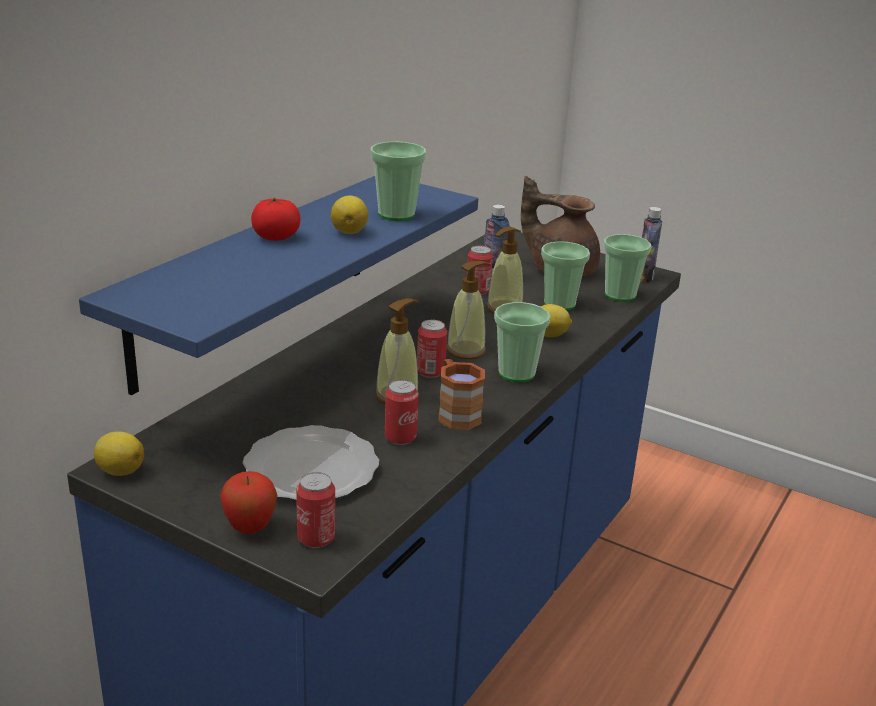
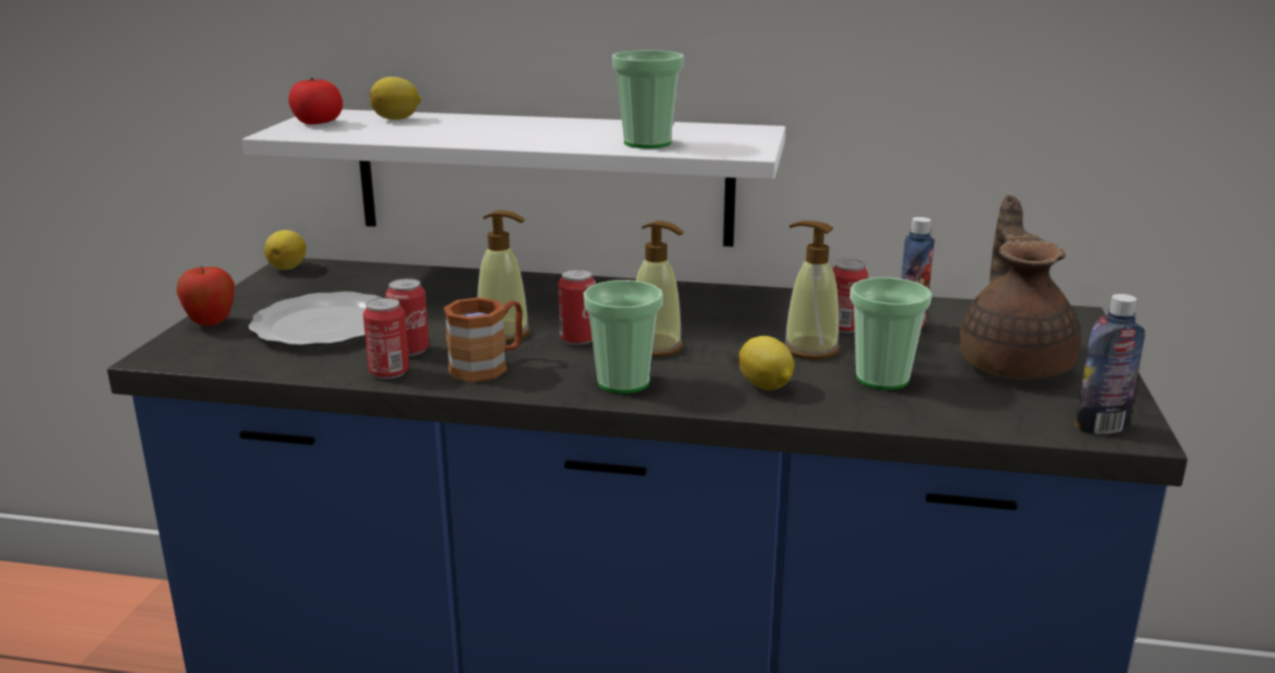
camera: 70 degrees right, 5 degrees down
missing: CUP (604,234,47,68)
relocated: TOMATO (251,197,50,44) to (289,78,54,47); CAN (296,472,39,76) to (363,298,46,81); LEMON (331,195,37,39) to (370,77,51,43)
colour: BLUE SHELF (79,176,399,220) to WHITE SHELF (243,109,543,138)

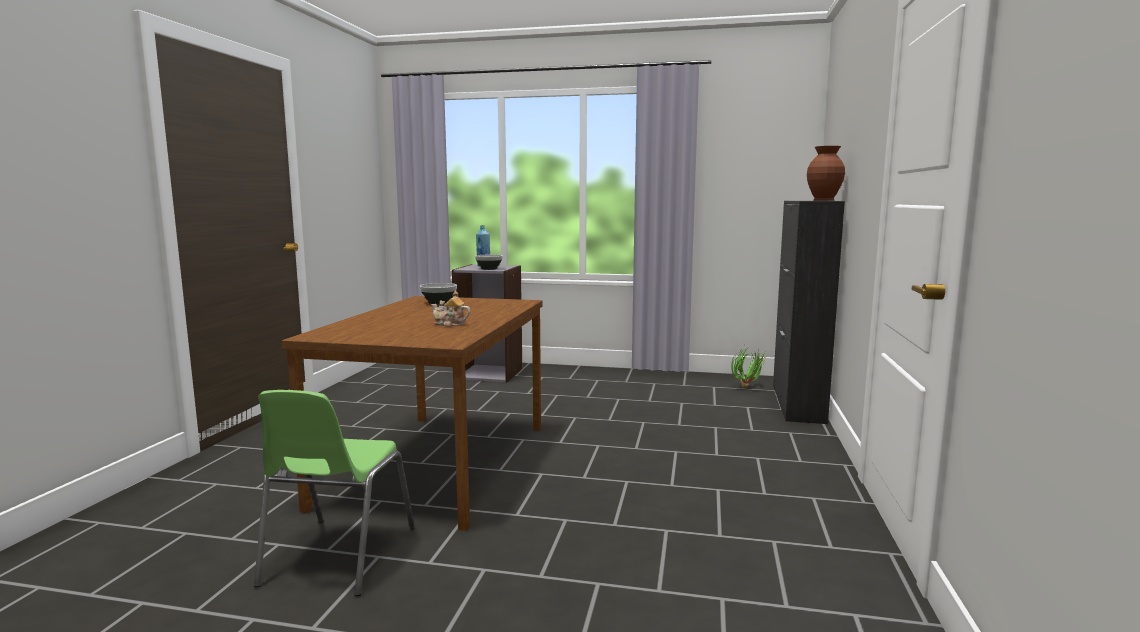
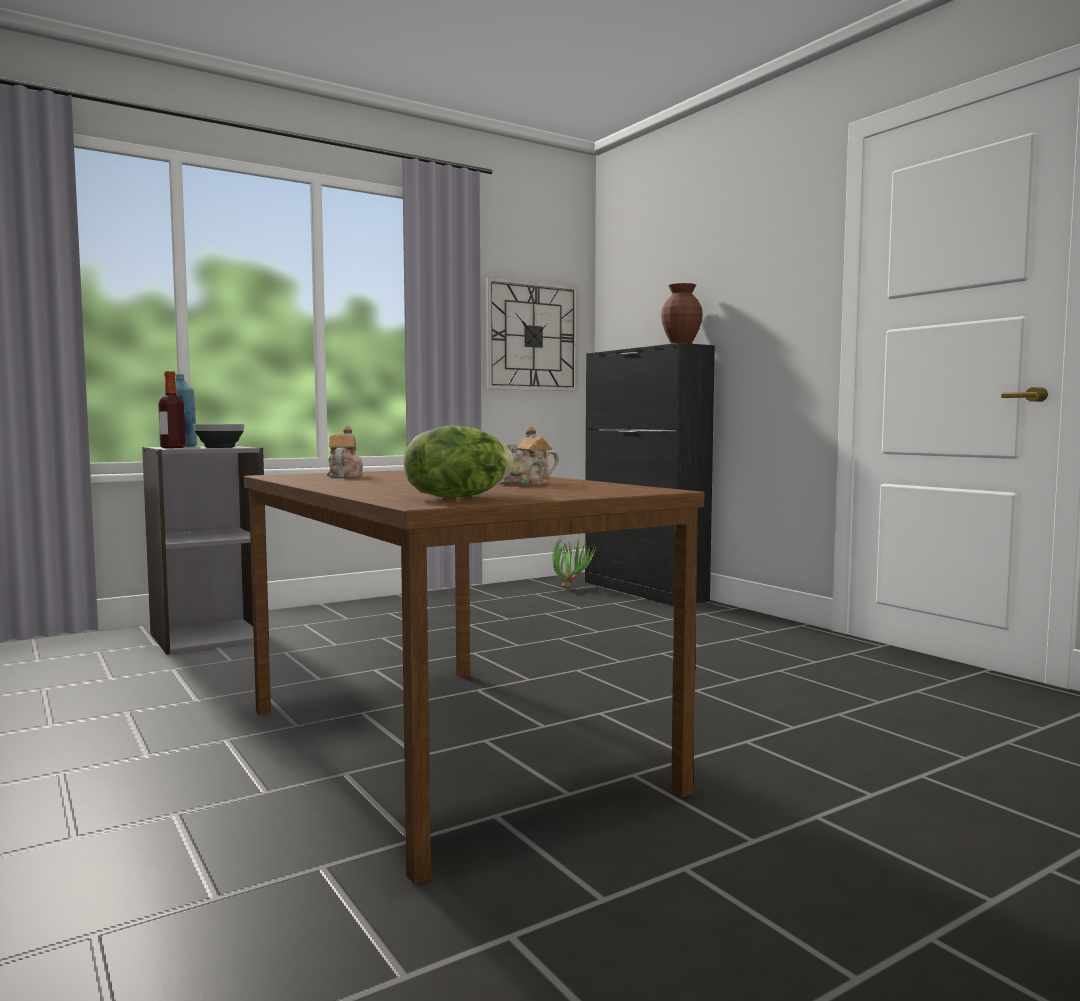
camera: 45 degrees left, 5 degrees down
missing: GREEN CHAIR (254,390,161,206)
appeared: BOTTLE (158,371,27,77); LETTUCE (404,425,111,73); WALL CLOCK (486,277,93,114)
exchanged: BOWL (420,283,37,21) to TEAPOT (327,426,36,51)

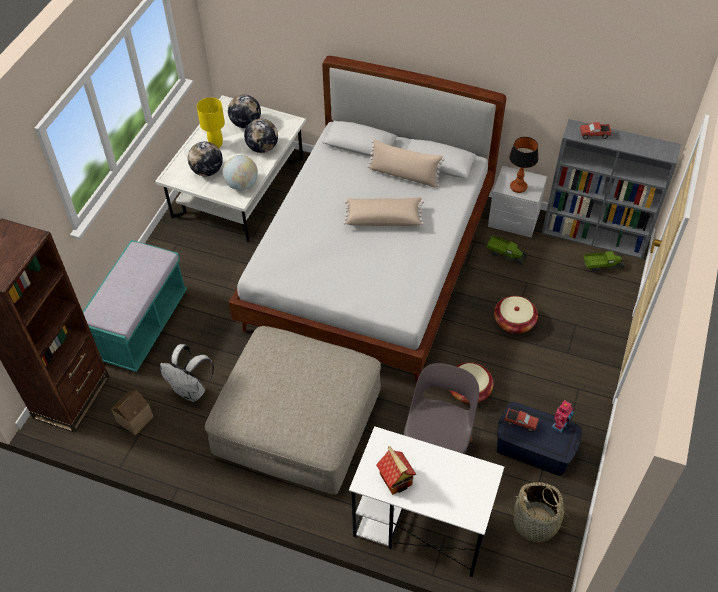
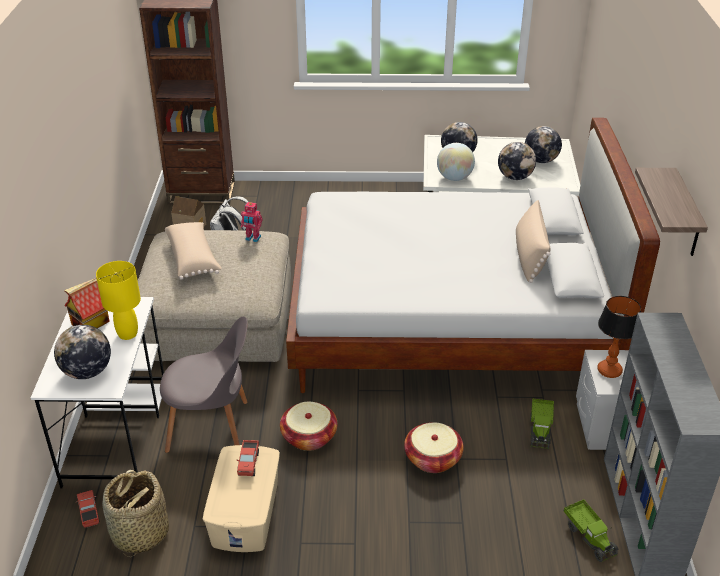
camera: 70 degrees right, 15 degrees down
missing: TURQUOISE BENCH (83,240,104,132)
appeared: GLOBE (54,325,57,54); SHELF (635,168,73,88)
relocated: TOY TRUCK (580,122,32,17) to (76,490,24,38); YELLOW TABLE LAMP (197,97,28,51) to (96,261,45,79); BEIGE PILLOW (343,198,81,28) to (165,222,57,58); TOY ROBOT (552,400,22,32) to (241,202,22,40)
colour: BLUE STORAGE BOX (497,402,85,74) to BEIGE STORAGE BOX (203,445,77,107)

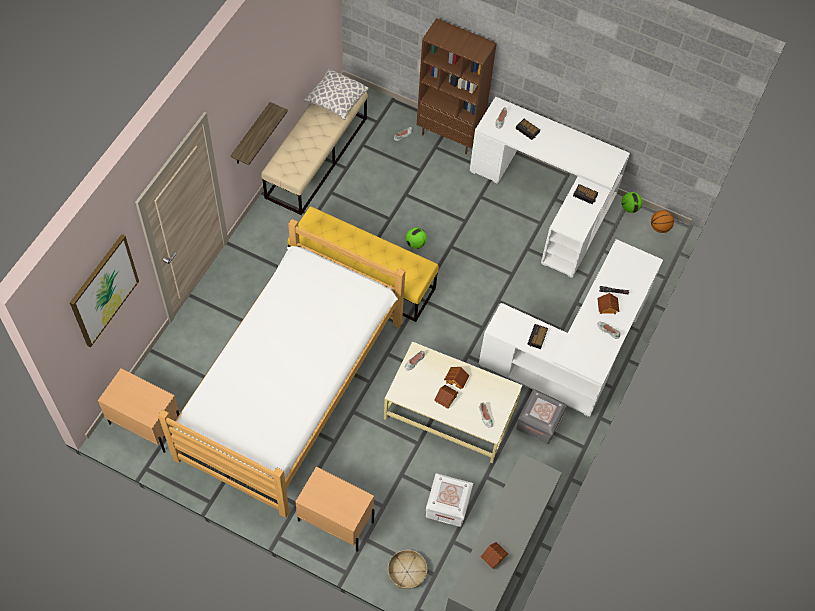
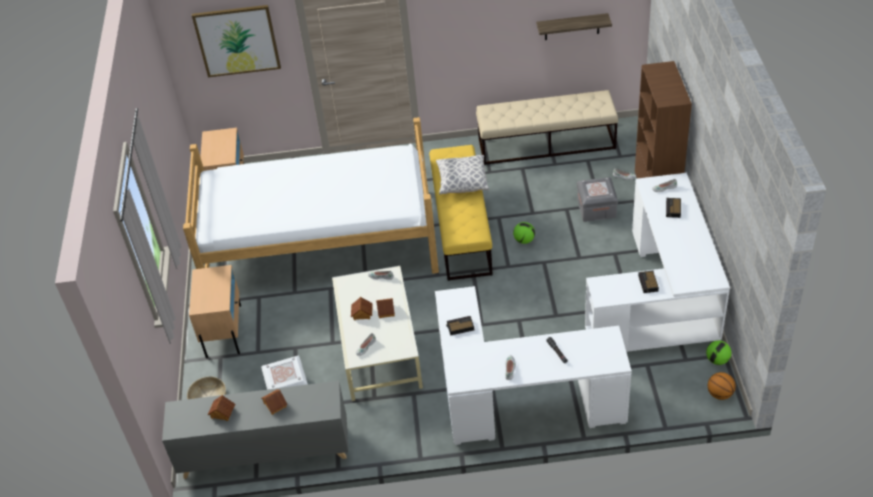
camera: 65 degrees right, 15 degrees down
relocated: TOY HOUSE (597,293,22,21) to (261,390,27,25); PILLOW (304,69,65,51) to (436,155,53,39); SHELF (231,102,57,63) to (536,13,76,27); GREY STORAGE BOX (516,389,51,55) to (577,177,41,45)

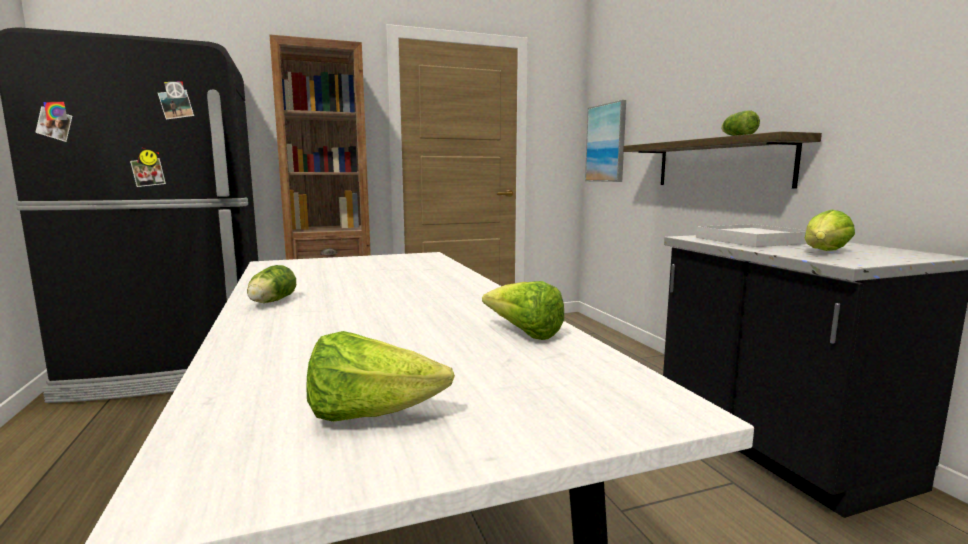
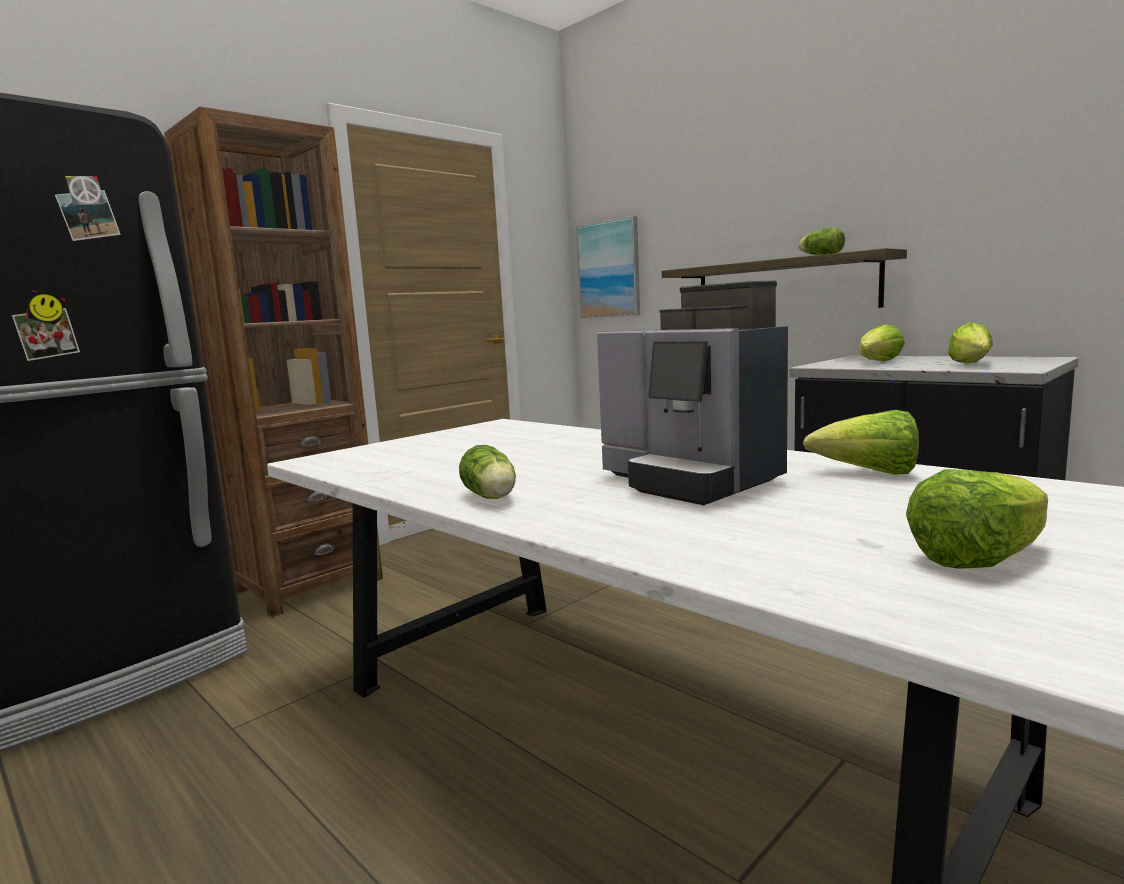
camera: 25 degrees left, 0 degrees up
appeared: COFFEE MACHINE (597,281,191,224)
exchanged: WHITE TRAY (696,224,111,23) to LETTUCE (859,324,46,37)

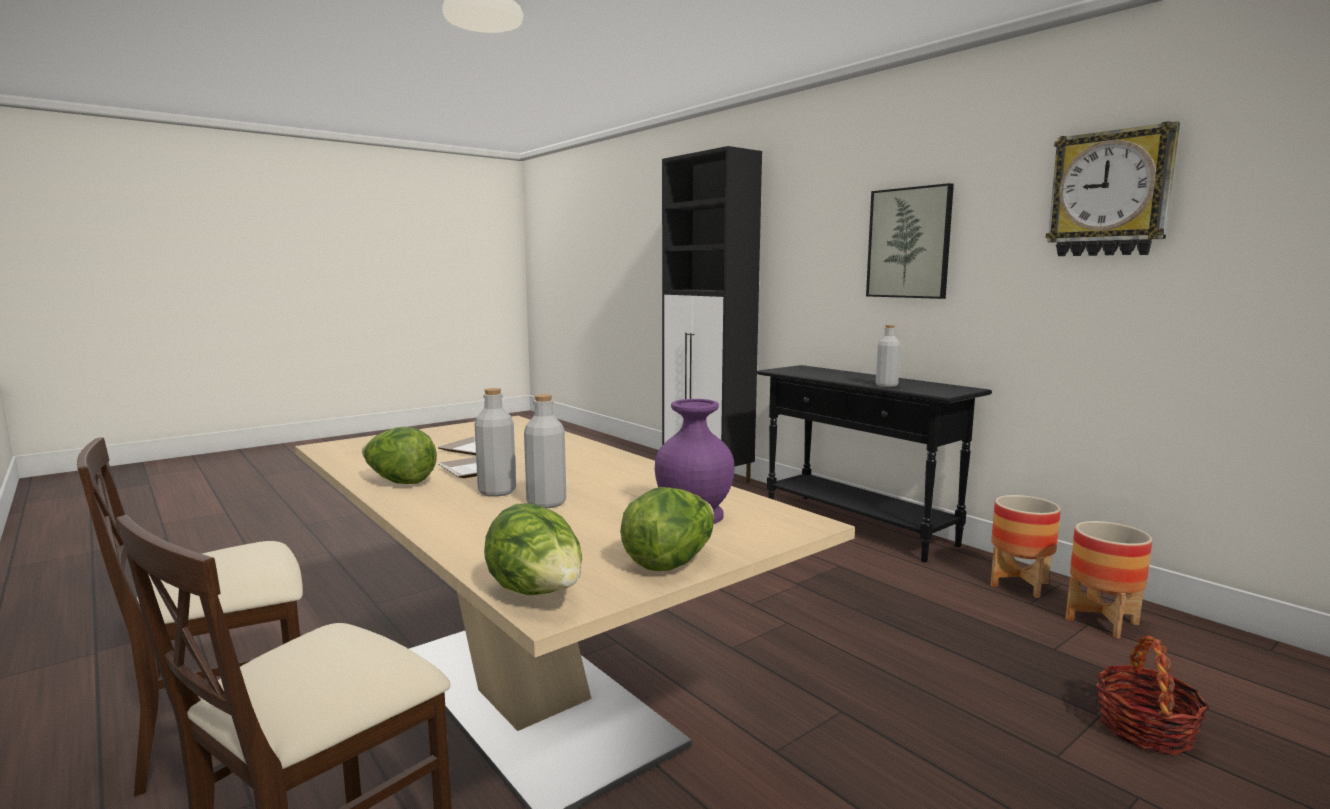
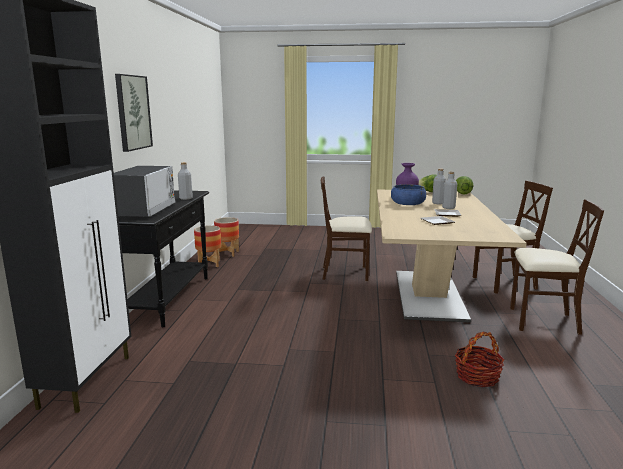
camera: 135 degrees left, 5 degrees up
missing: LETTUCE (362,427,75,57); WALL CLOCK (1046,121,134,135)
appeared: MICROWAVE (114,166,61,51); BEIGE CHAIR (321,177,51,104); BLUE BOWL (391,184,35,21)
relocated: BASKET (1096,635,114,120) to (455,332,50,55)

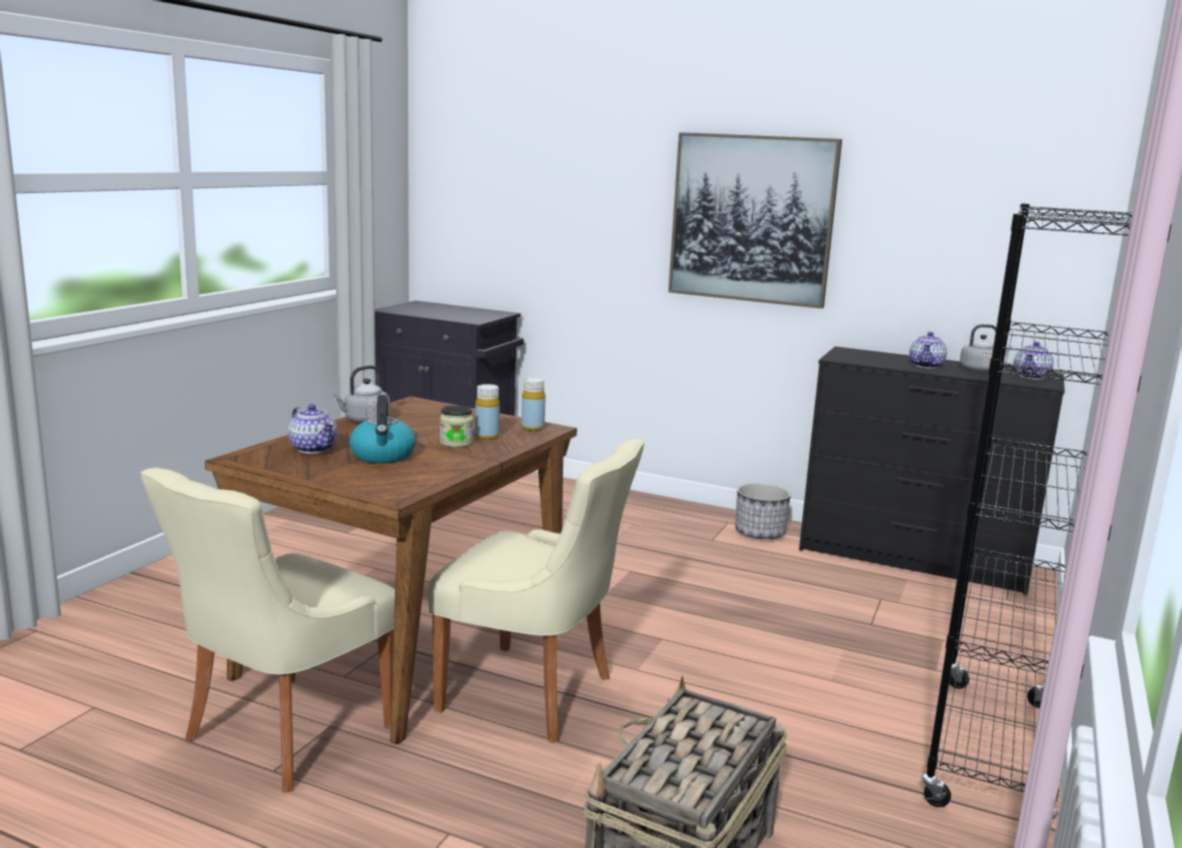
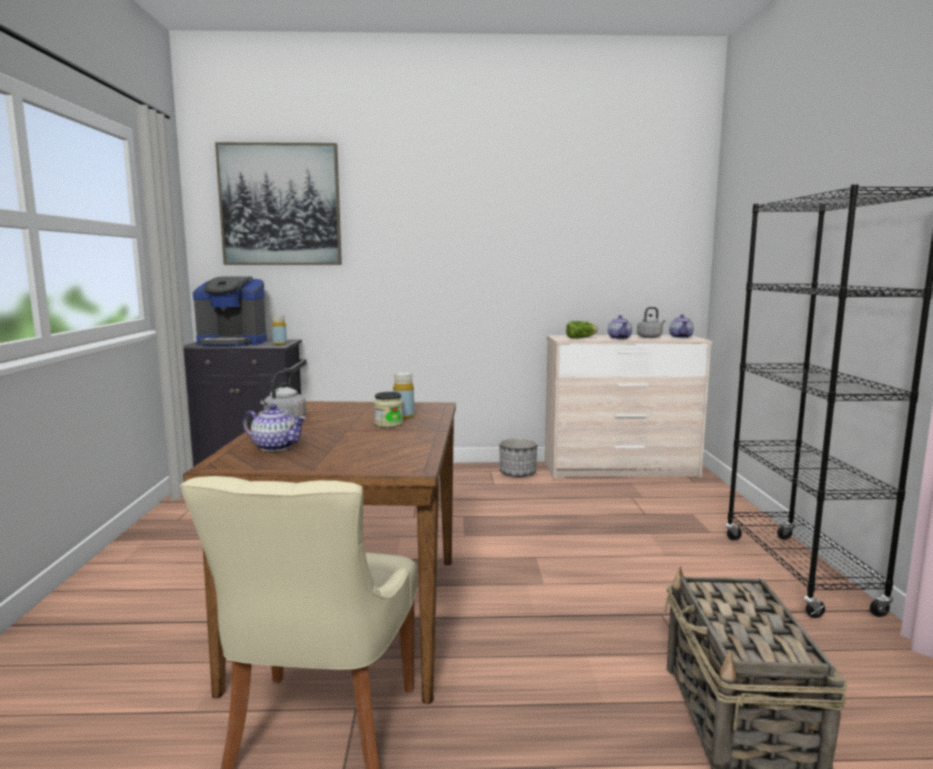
camera: 25 degrees left, 5 degrees down
missing: KETTLE (349,395,67,68); BEIGE CHAIR (428,439,217,304)
appeared: COFFEE MACHINE (193,276,74,70); LETTUCE (566,321,32,18)
relocated: PICTURE (668,132,174,177) to (215,142,127,123); YELLOW BOTTLE (521,377,25,54) to (272,315,15,30)
colour: BLACK DRESSER (799,346,266,250) to BEIGE DRESSER (545,335,167,144)

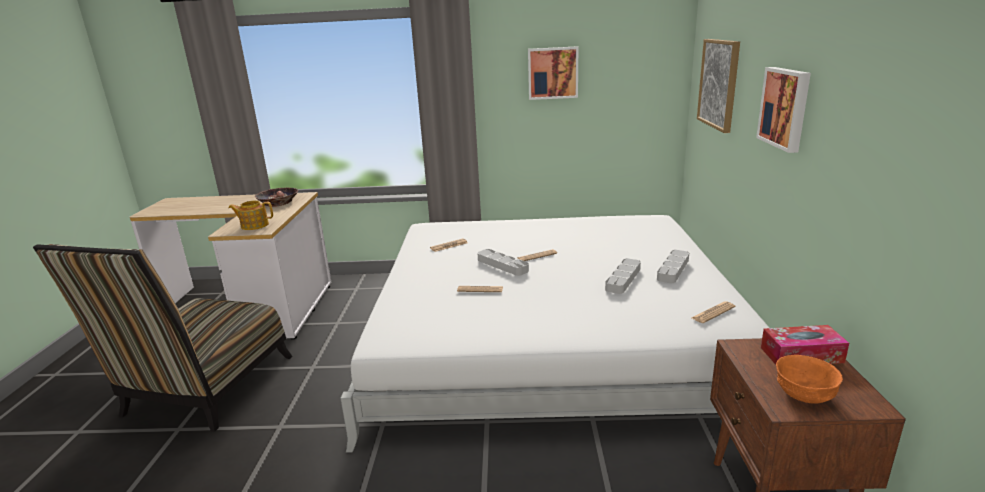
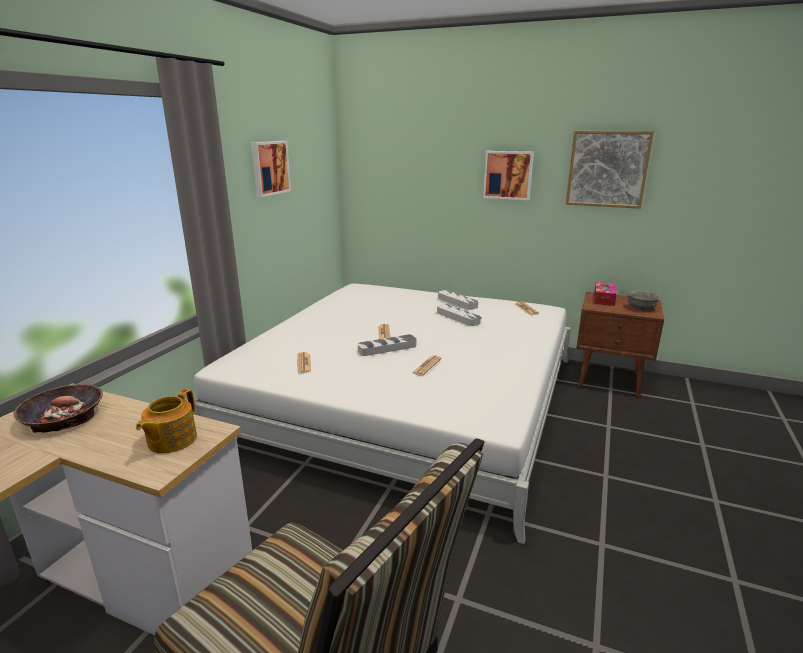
camera: 70 degrees left, 0 degrees up
relocated: PICTURE (697,39,43,94) to (566,131,88,78)
colour: ORANGE BOWL (776,355,67,49) to GREY BOWL (627,290,32,20)

